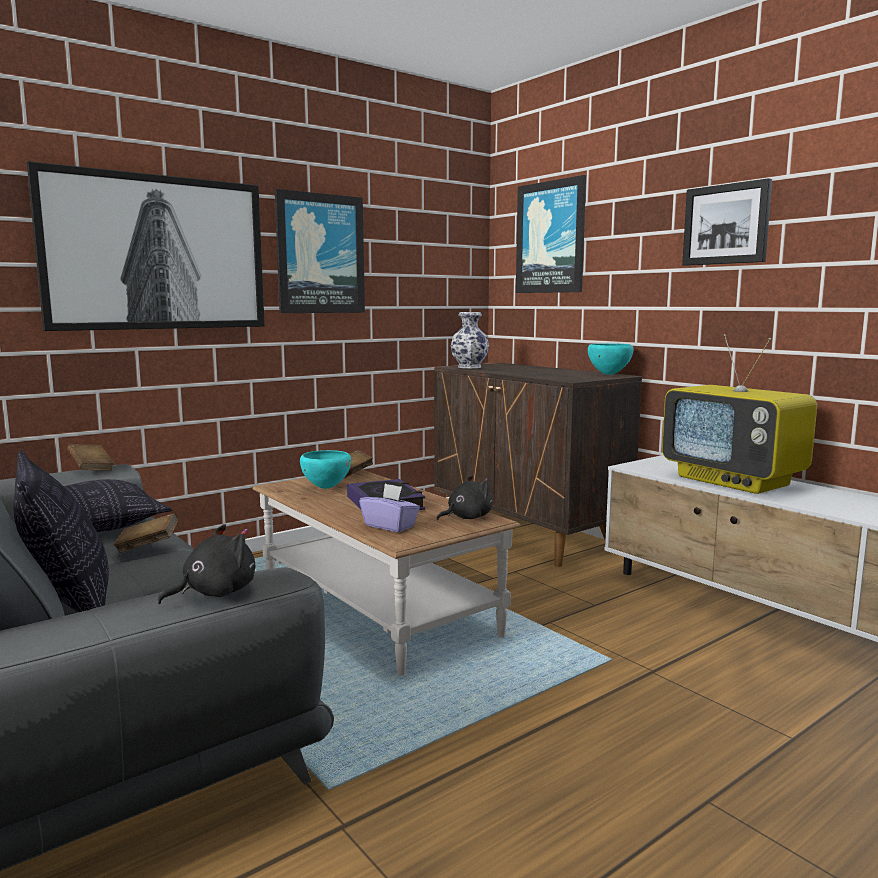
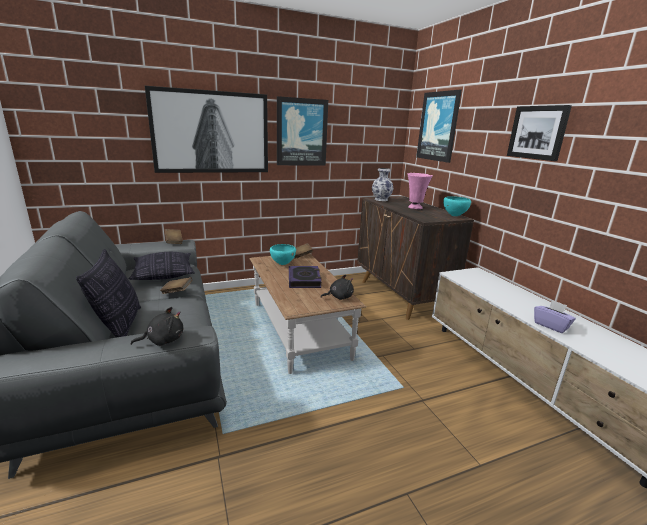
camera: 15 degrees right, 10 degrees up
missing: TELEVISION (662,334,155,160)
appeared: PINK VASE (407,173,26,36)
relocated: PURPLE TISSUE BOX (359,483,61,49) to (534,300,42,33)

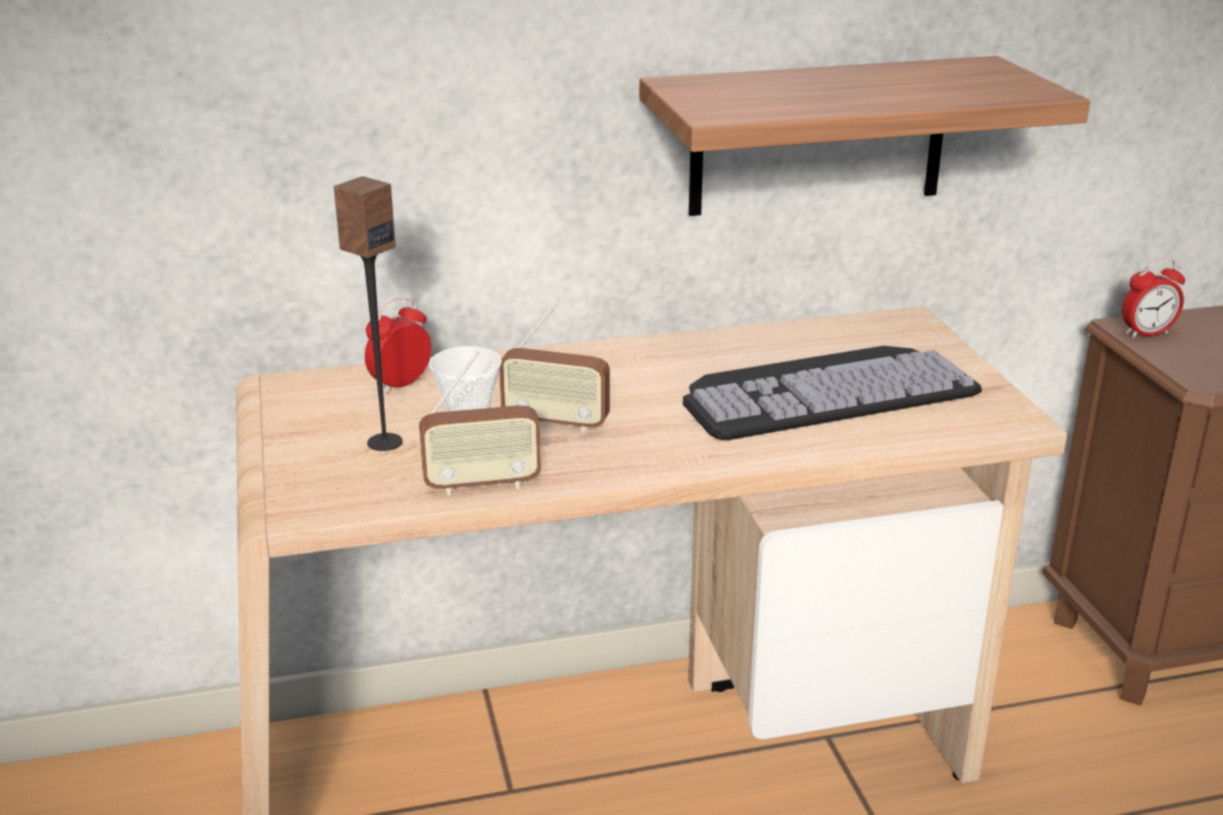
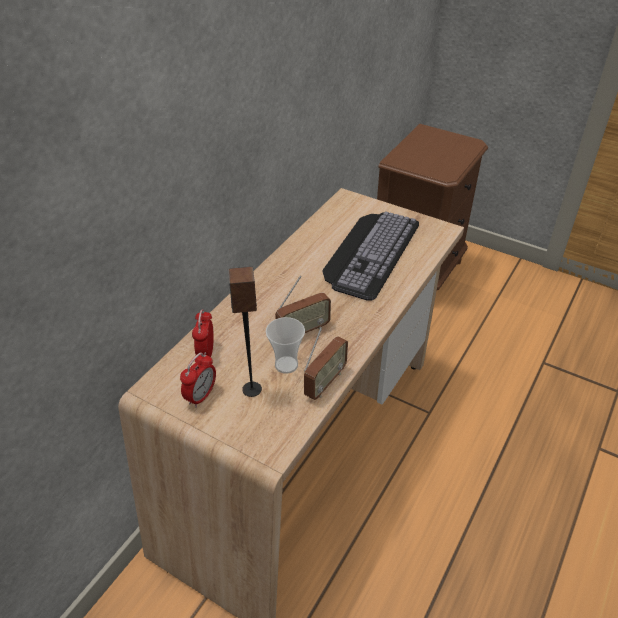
camera: 45 degrees left, 15 degrees up
missing: SHELF (639,56,451,160)
relocated: ALARM CLOCK (1122,258,63,80) to (180,352,36,55)

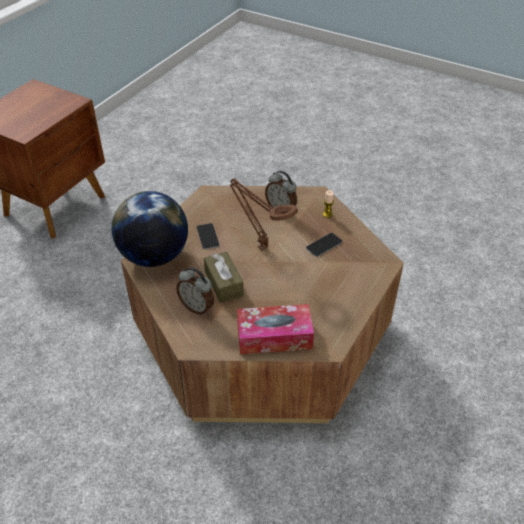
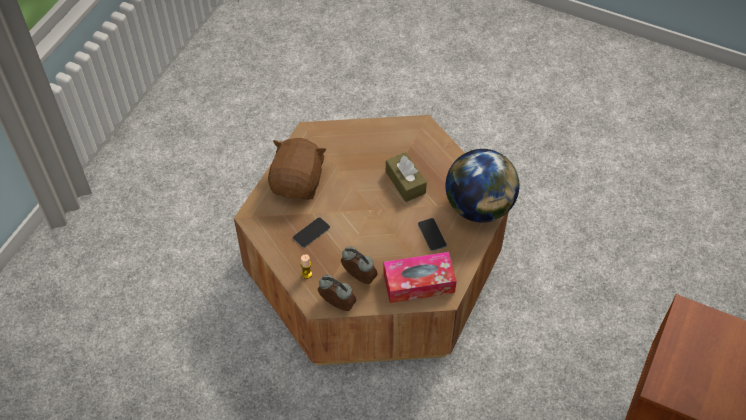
camera: 175 degrees right, 10 degrees up
missing: BROWN TABLE LAMP (230,178,68,72)
appeared: BROWN PLUSH TOY (268,138,58,62)
relocated: ALARM CLOCK (176,267,38,48) to (318,275,38,36); TISSUE BOX (237,304,77,50) to (383,252,74,51)

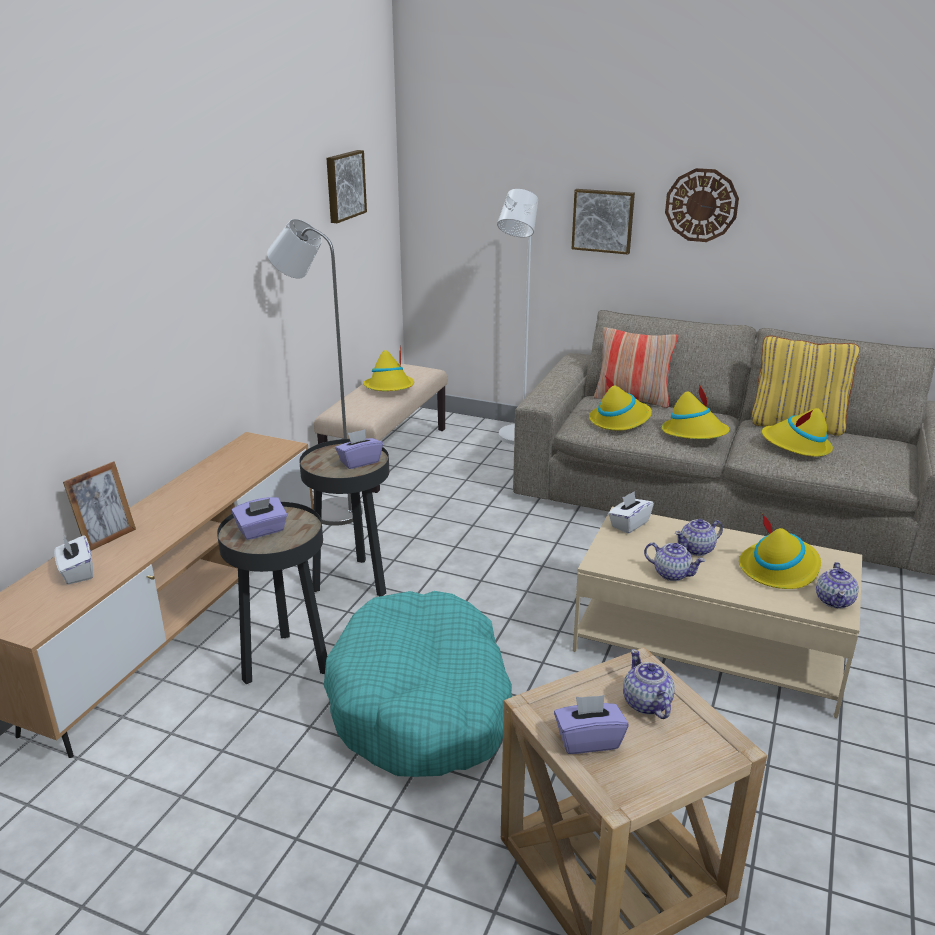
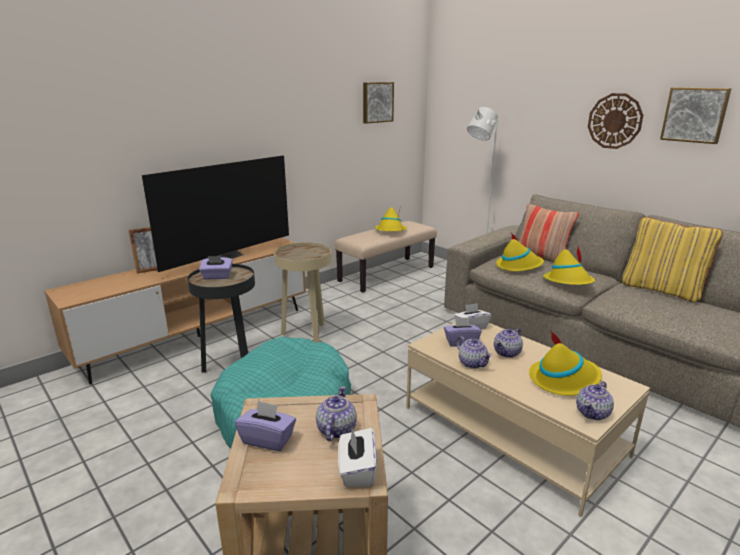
camera: 25 degrees right, 5 degrees down
missing: GREY FLOOR LAMP (267,219,96,307); YELLOW HAT (762,408,71,49)
appeared: TELEVISION (142,156,147,116)
relocated: WHITE TISSUE BOX (54,535,39,50) to (338,428,39,59); PURPLE TISSUE BOX (335,429,48,40) to (444,317,38,30); PICTURE (571,189,64,66) to (660,87,72,57)
colour: BLACK SIDE TABLE (299,439,90,157) to BEIGE SIDE TABLE (274,242,57,101)
spun: TEAPOT (675,519,48,37) = (494,328,29,30) 45 degrees counterclockwise

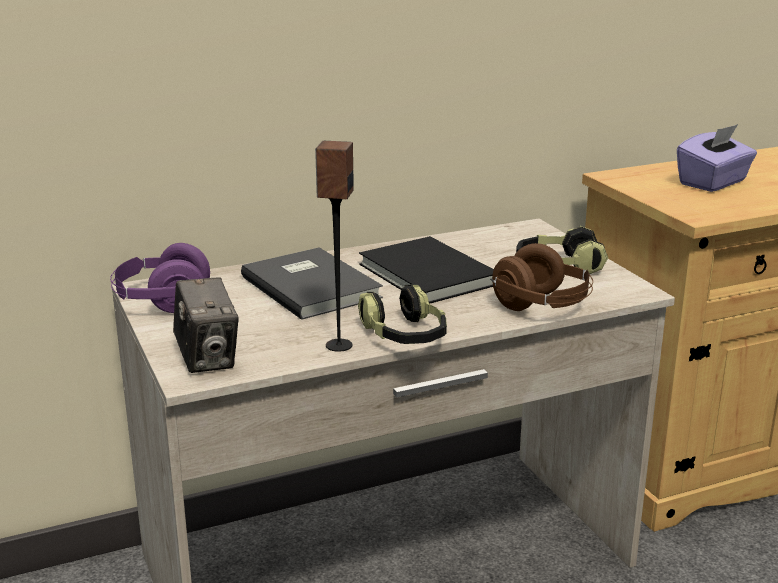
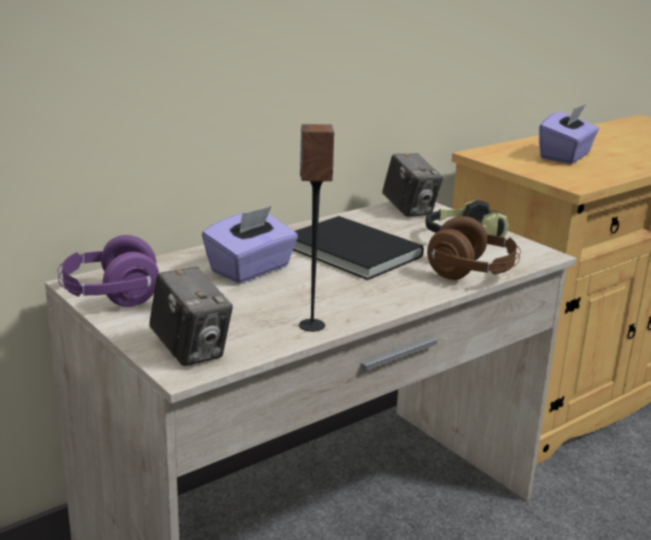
camera: 15 degrees left, 0 degrees up
missing: HEADPHONES (358,285,89,59)
appeared: PHOTO CAMERA (382,153,61,64)
exchanged: GREY BOOK (241,248,142,72) to PURPLE TISSUE BOX (202,206,96,77)

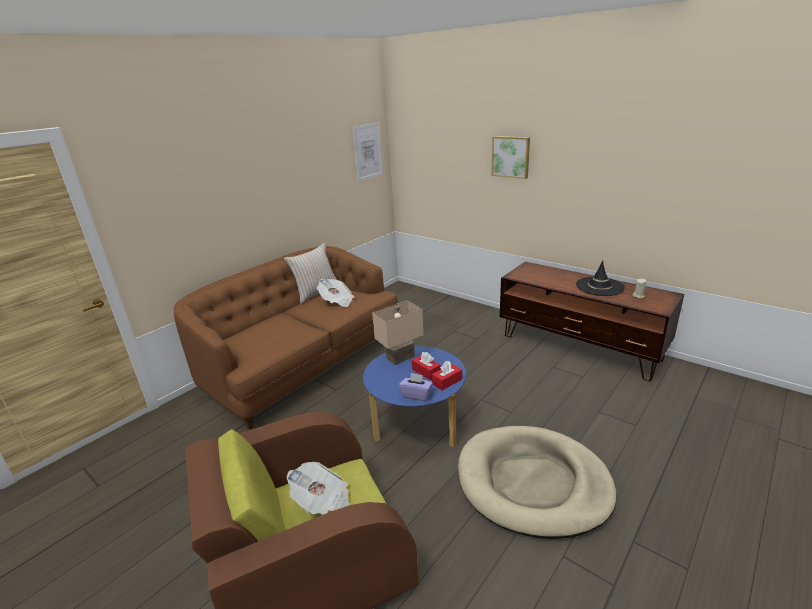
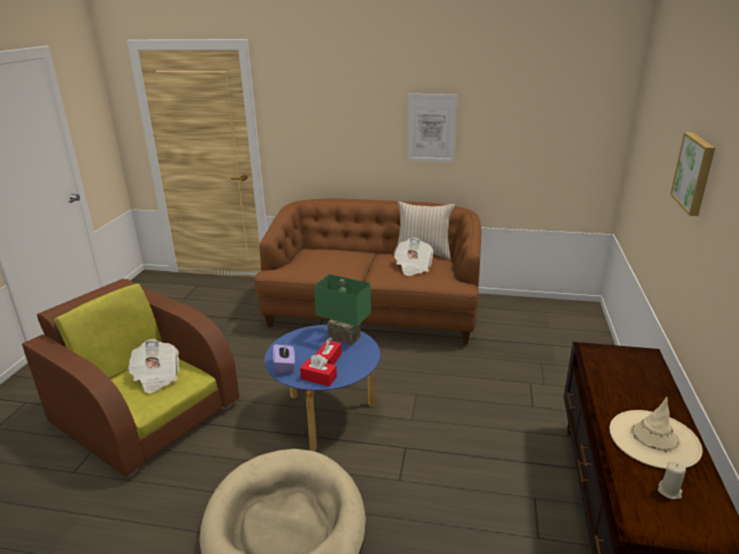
camera: 60 degrees right, 0 degrees up
relocated: PICTURE (352,122,31,59) to (407,94,50,68)
colour: BEIGE TABLE LAMP (372,300,52,65) to GREEN TABLE LAMP (314,274,57,71); BLACK HAT (576,260,49,36) to BEIGE HAT (609,397,93,72)

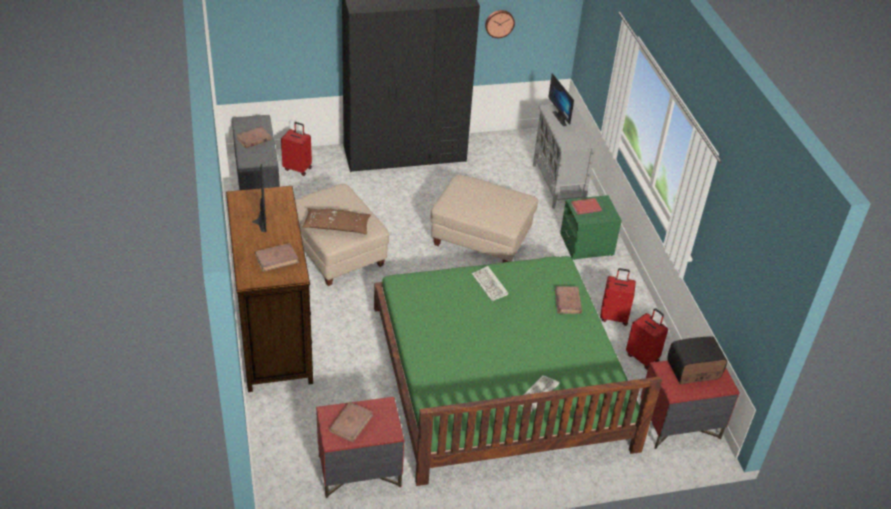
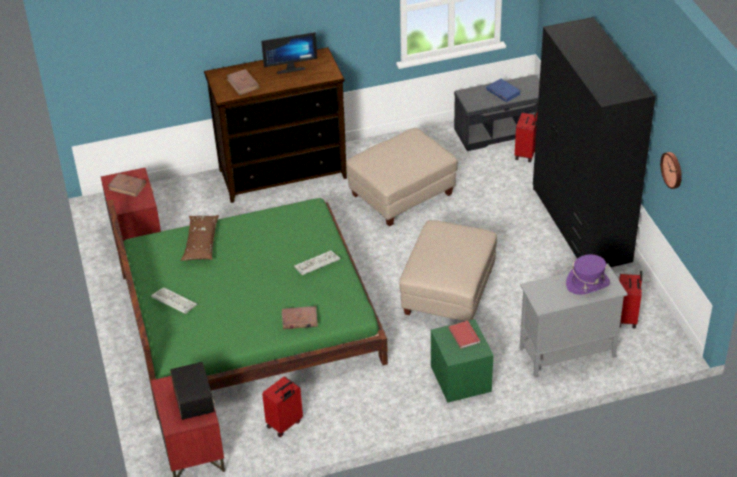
camera: 90 degrees right, 0 degrees up
relocated: BROWN PILLOW (302,208,69,27) to (181,215,38,46); RED SUITCASE (600,268,36,58) to (619,271,23,57)
exchanged: MONITOR (548,73,26,53) to PURPLE HAT (566,254,44,40)
colour: BROWN BOOK (236,126,36,22) to BLUE BOOK (486,79,35,23)

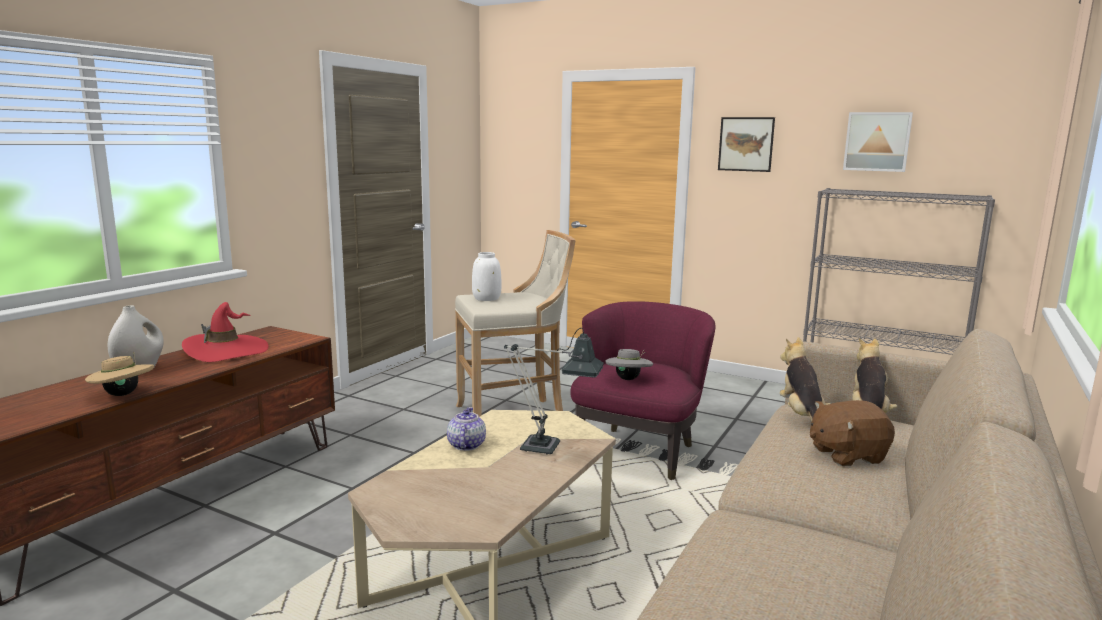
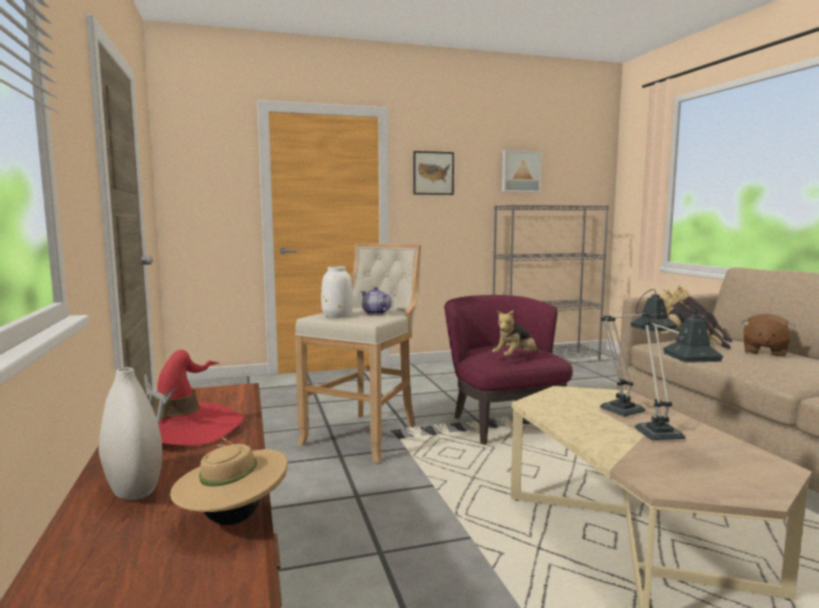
camera: 45 degrees left, 5 degrees down
appeared: TABLE LAMP (635,308,88,132)
relocated: TEAPOT (447,407,39,44) to (361,287,31,28)
exchanged: GREY HAT (605,349,48,31) to PLUSH TOY (492,310,45,46)

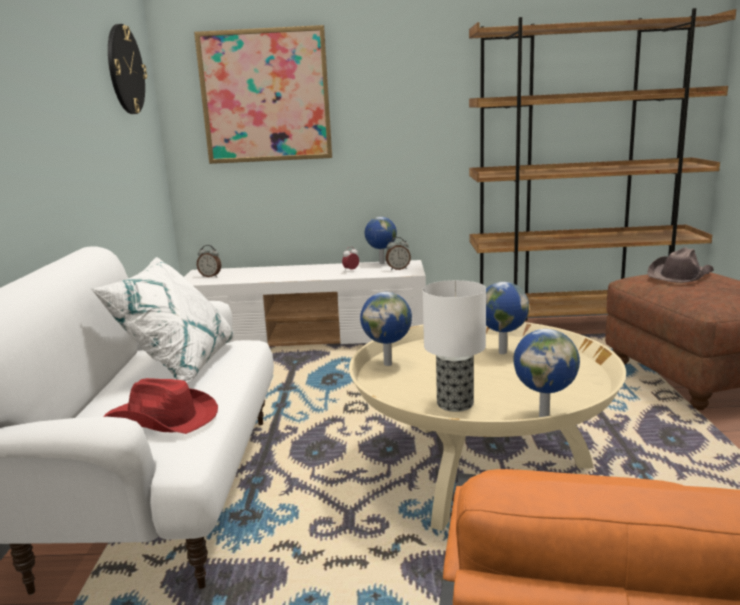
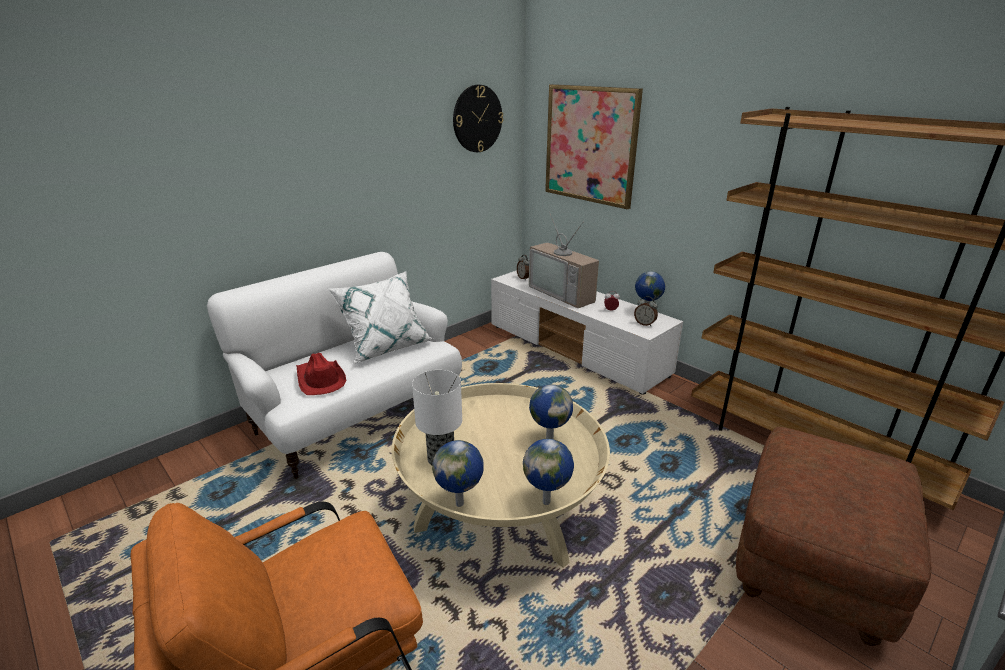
camera: 45 degrees right, 10 degrees up
missing: BROWN HAT (647,247,67,36)
appeared: TELEVISION (529,212,70,96)
relocated: GLOBE (360,292,52,74) to (523,439,51,66)

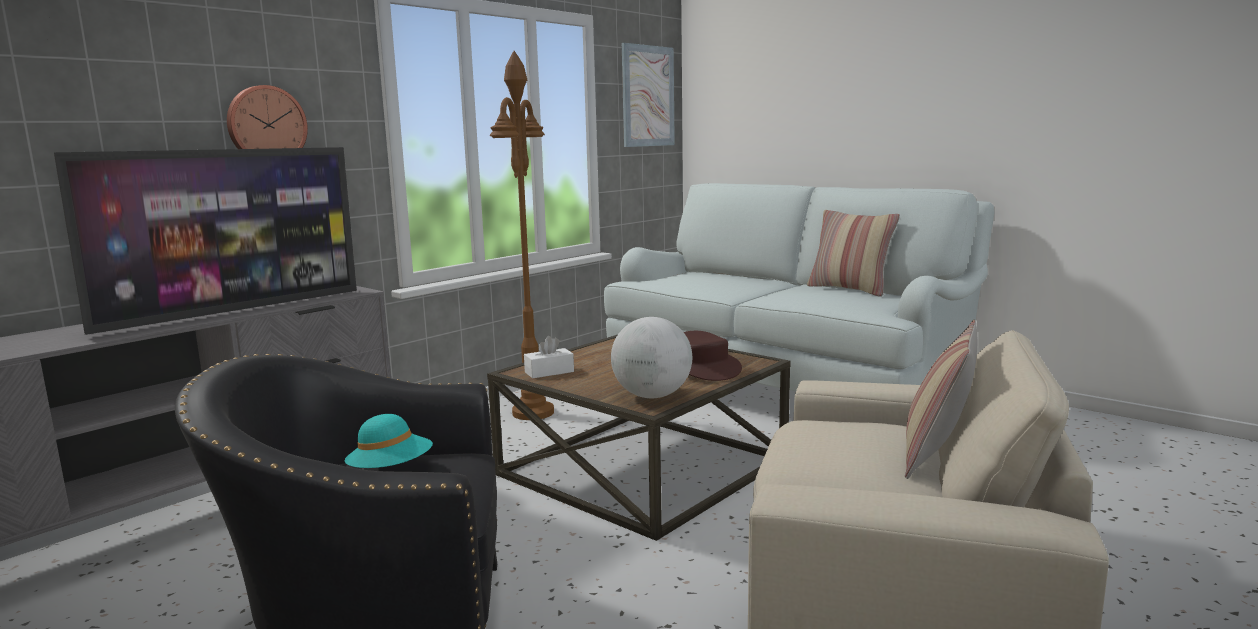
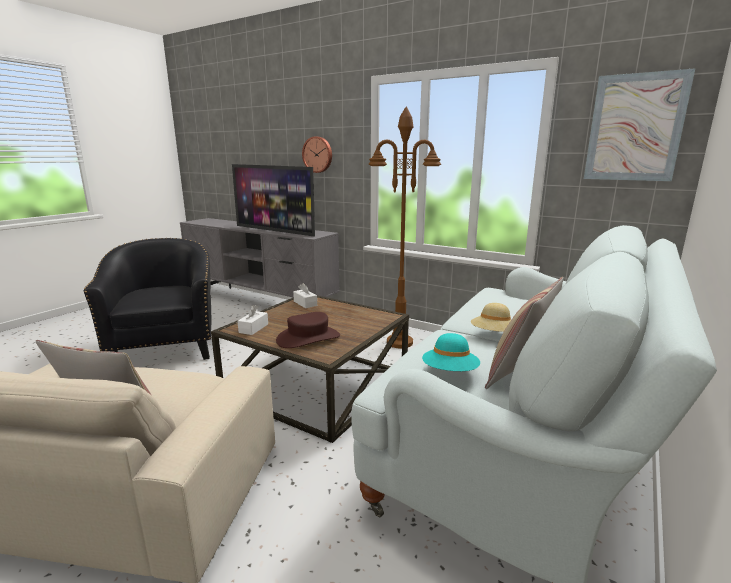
camera: 80 degrees right, 5 degrees up
appeared: BEIGE HAT (471,303,40,29)
relocated: TURQUOISE HAT (345,414,88,54) to (422,333,58,38)
exchanged: GLOBE (611,317,81,81) to WHITE TISSUE BOX (237,305,31,30)

